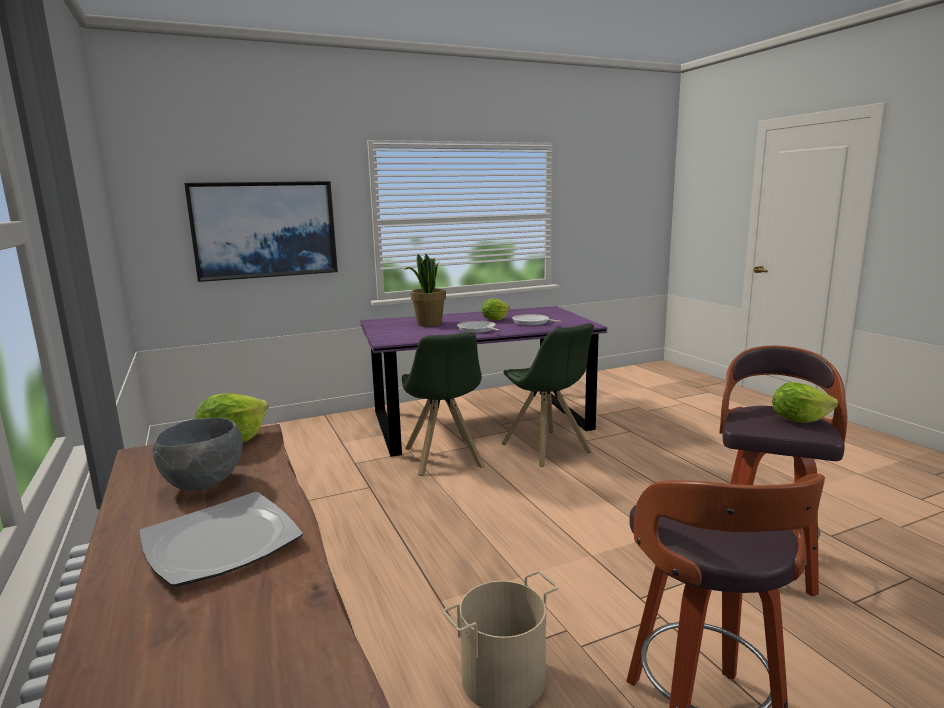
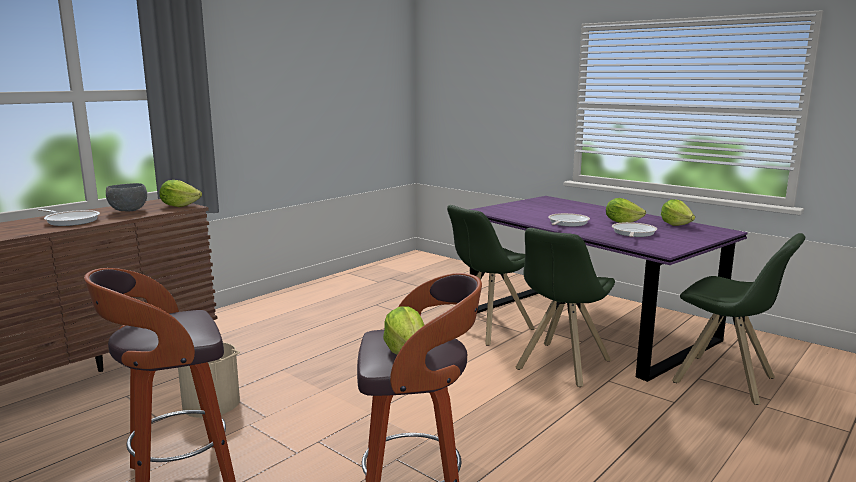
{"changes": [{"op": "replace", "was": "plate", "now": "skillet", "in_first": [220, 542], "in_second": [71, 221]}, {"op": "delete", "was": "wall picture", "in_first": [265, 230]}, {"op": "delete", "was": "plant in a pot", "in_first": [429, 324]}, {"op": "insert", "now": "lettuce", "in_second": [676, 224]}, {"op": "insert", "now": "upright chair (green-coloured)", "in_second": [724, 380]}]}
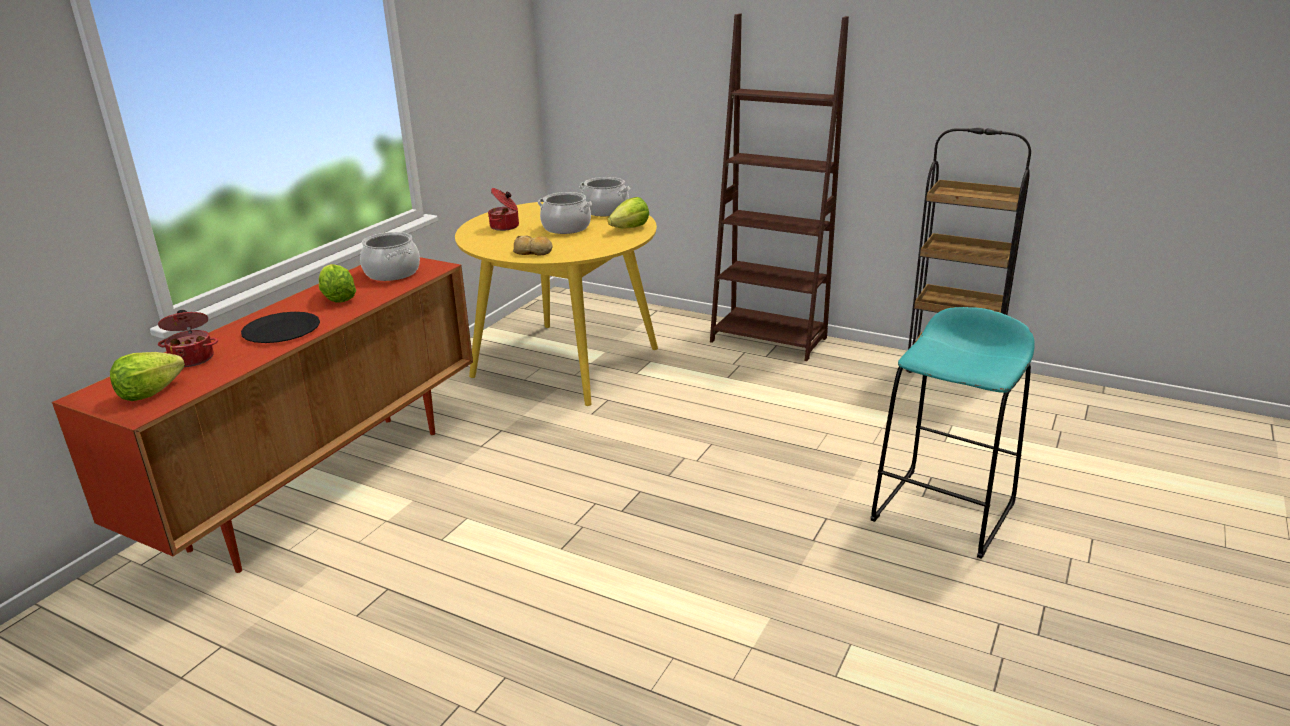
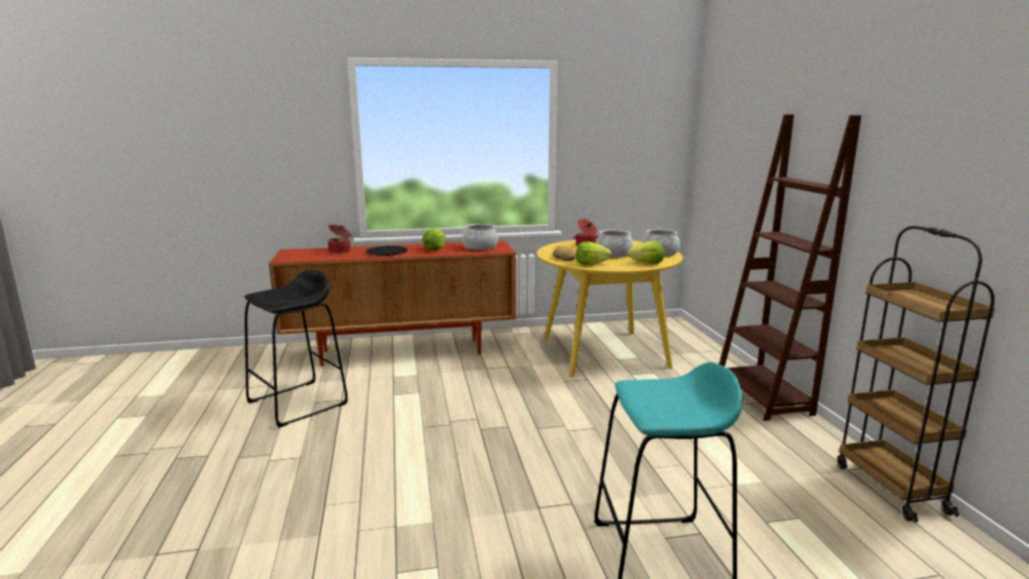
{"changes": [{"op": "move", "was": "lettuce", "in_first": [150, 393], "in_second": [591, 264]}, {"op": "insert", "now": "stool seat (blackish)", "in_second": [298, 403]}]}
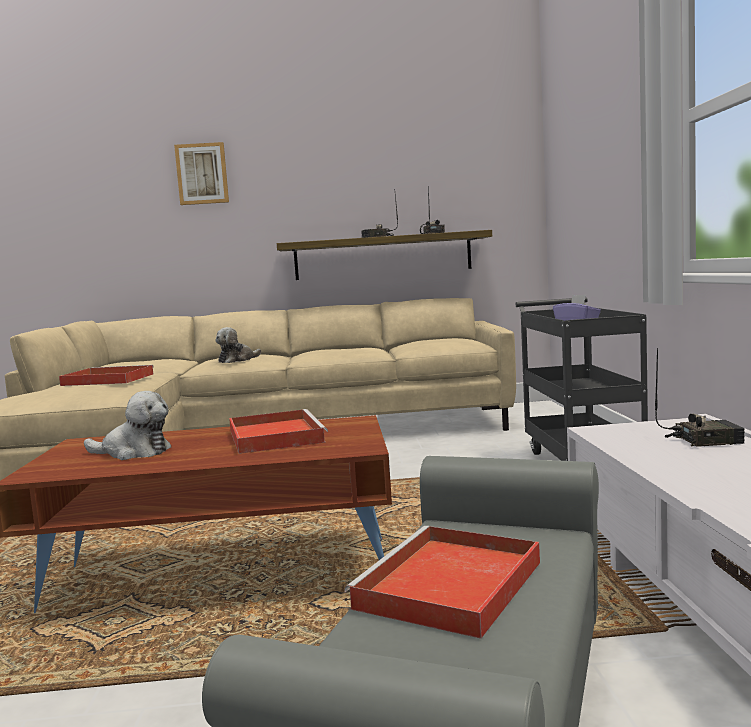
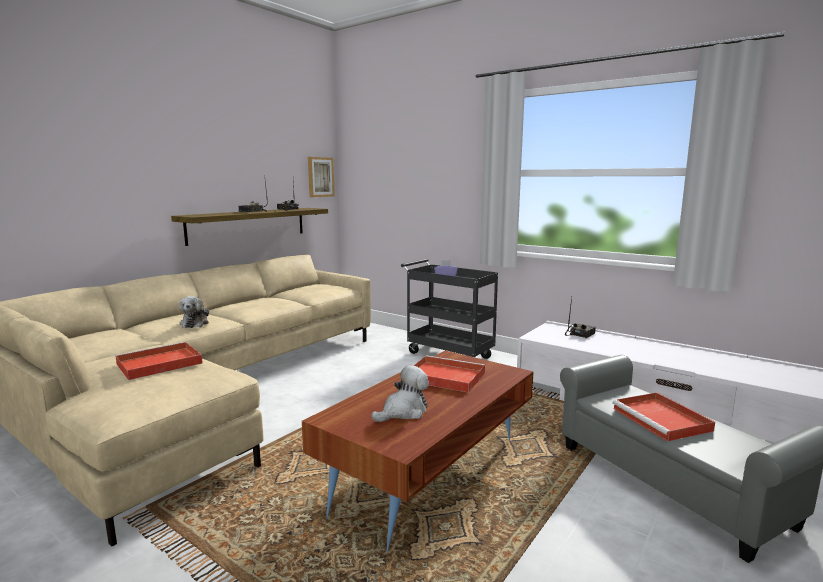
{"changes": [{"op": "move", "was": "wall picture", "in_first": [202, 174], "in_second": [320, 177]}]}
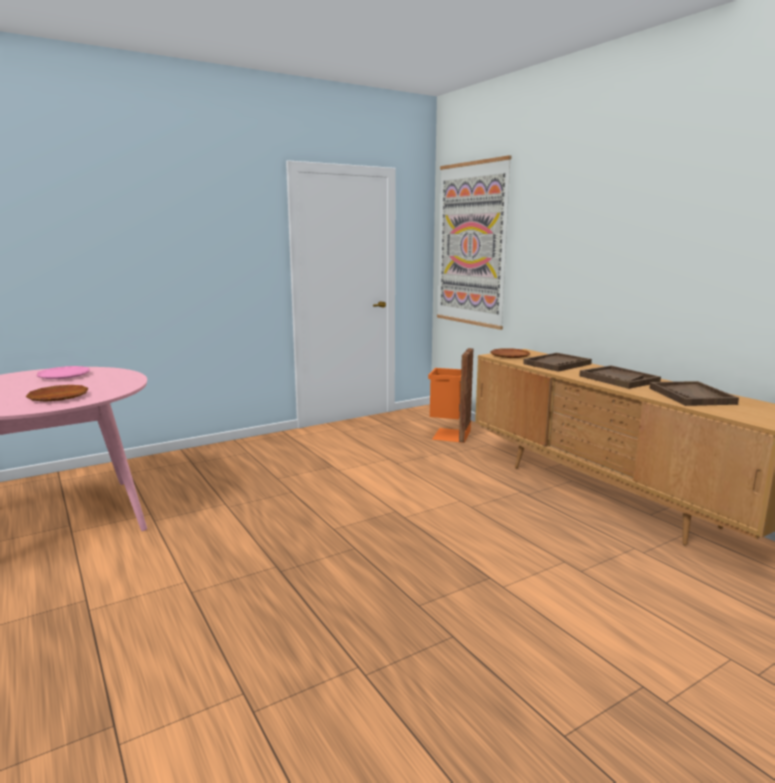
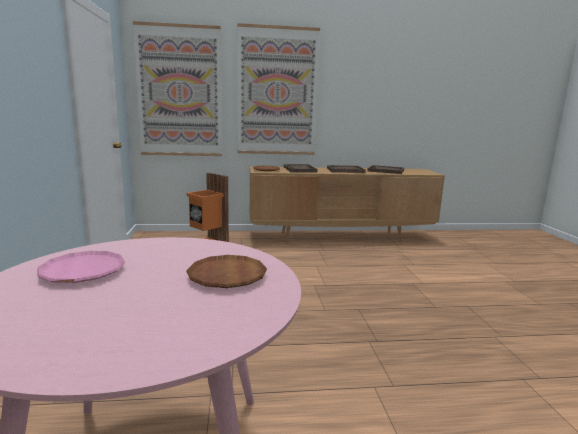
{"changes": [{"op": "insert", "now": "wall picture", "in_second": [277, 92]}]}
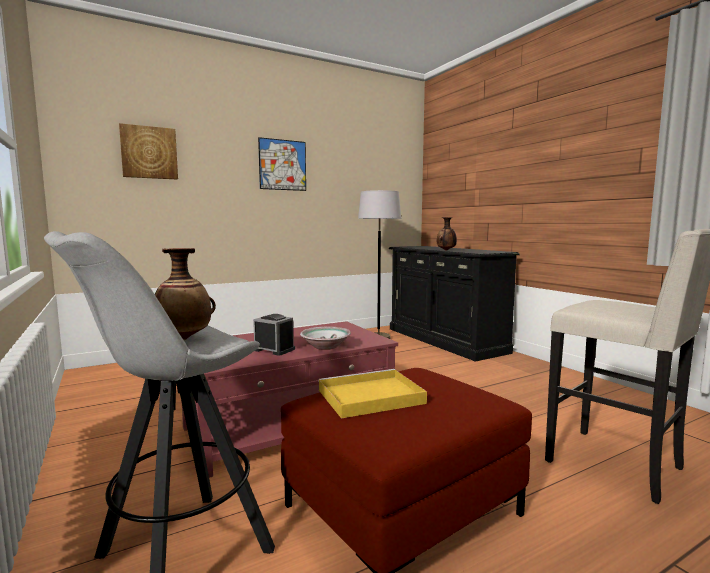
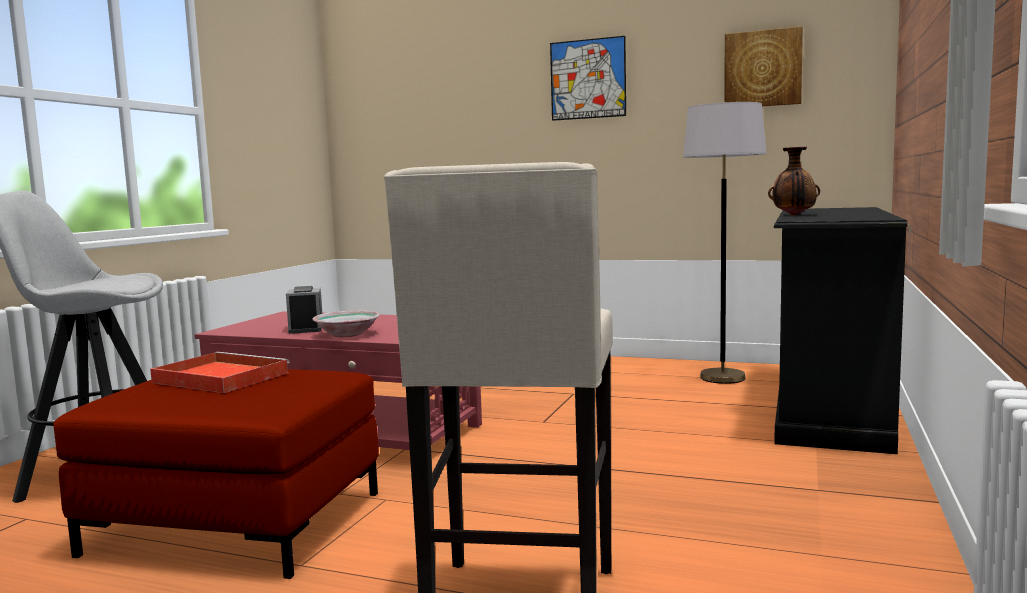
{"changes": [{"op": "move", "was": "wall picture", "in_first": [149, 152], "in_second": [762, 69]}, {"op": "delete", "was": "flower vase", "in_first": [183, 339]}, {"op": "recolor", "was": "carrying tray (yellowish)", "now": "carrying tray (reddish)", "in_first": [368, 397], "in_second": [218, 377]}]}
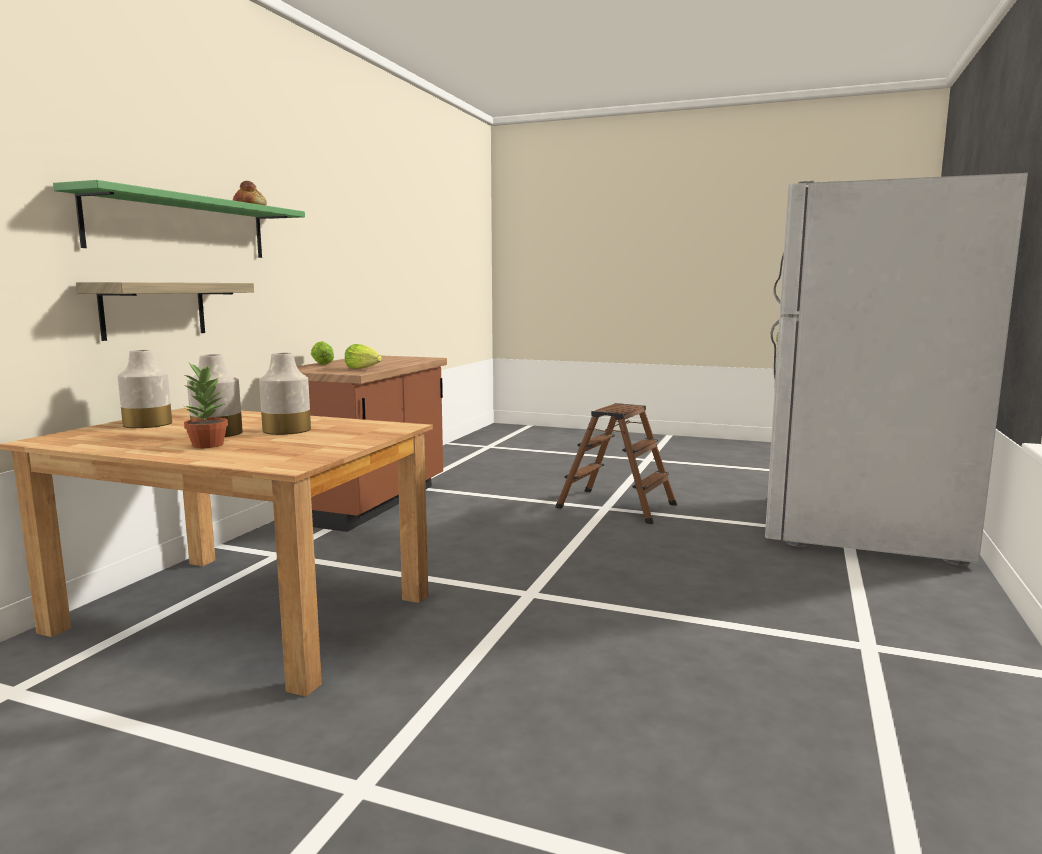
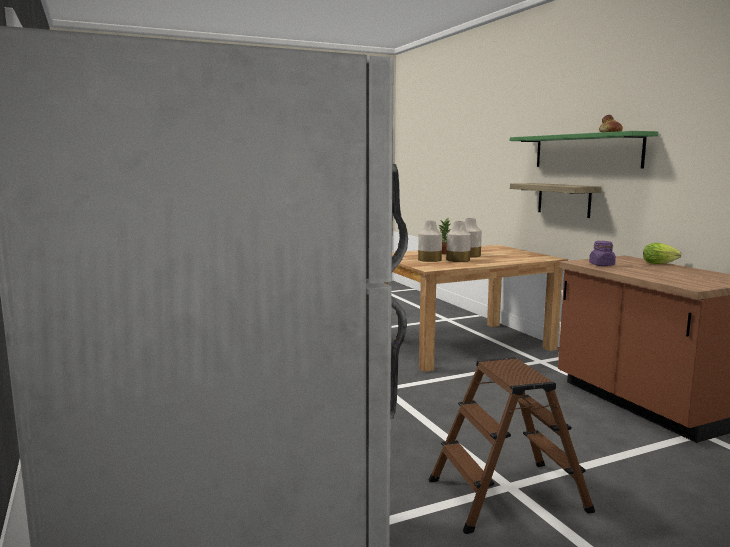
{"changes": [{"op": "move", "was": "flower vase (beige-coloured)", "in_first": [147, 424], "in_second": [429, 259]}, {"op": "replace", "was": "lettuce", "now": "jar (purple-coloured)", "in_first": [364, 369], "in_second": [601, 265]}]}
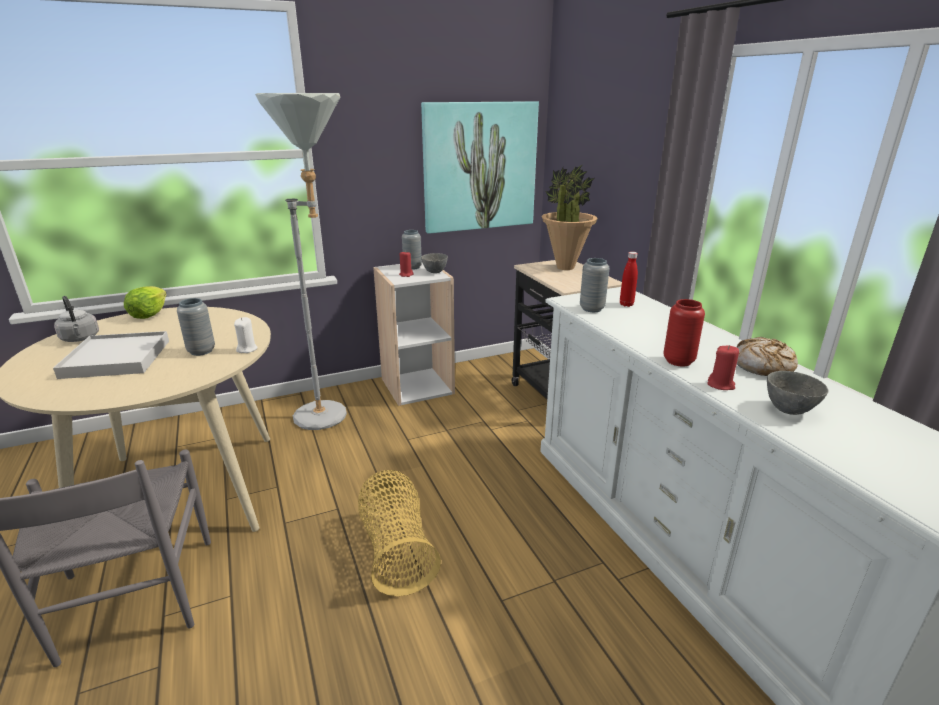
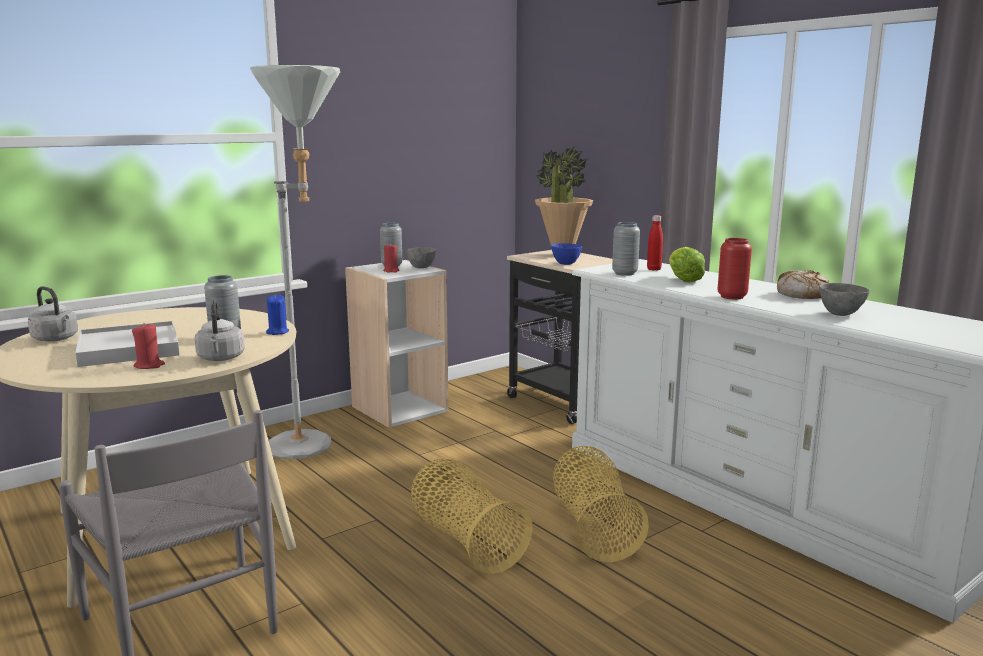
{"changes": [{"op": "move", "was": "lettuce", "in_first": [149, 315], "in_second": [683, 280]}, {"op": "recolor", "was": "candle (whitish)", "now": "candle (blue-coloured)", "in_first": [247, 349], "in_second": [277, 332]}, {"op": "delete", "was": "wall picture", "in_first": [479, 167]}, {"op": "move", "was": "candle (reddish)", "in_first": [721, 385], "in_second": [149, 366]}, {"op": "insert", "now": "kettle (gray)", "in_second": [221, 358]}, {"op": "insert", "now": "serving bowl (blue-coloured)", "in_second": [565, 263]}, {"op": "insert", "now": "basket", "in_second": [594, 528]}]}
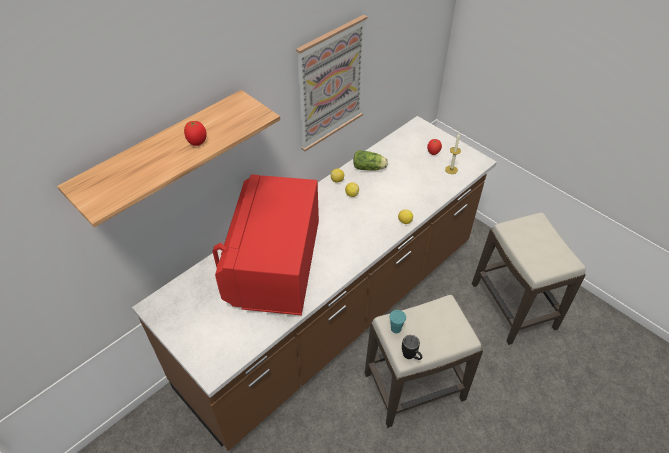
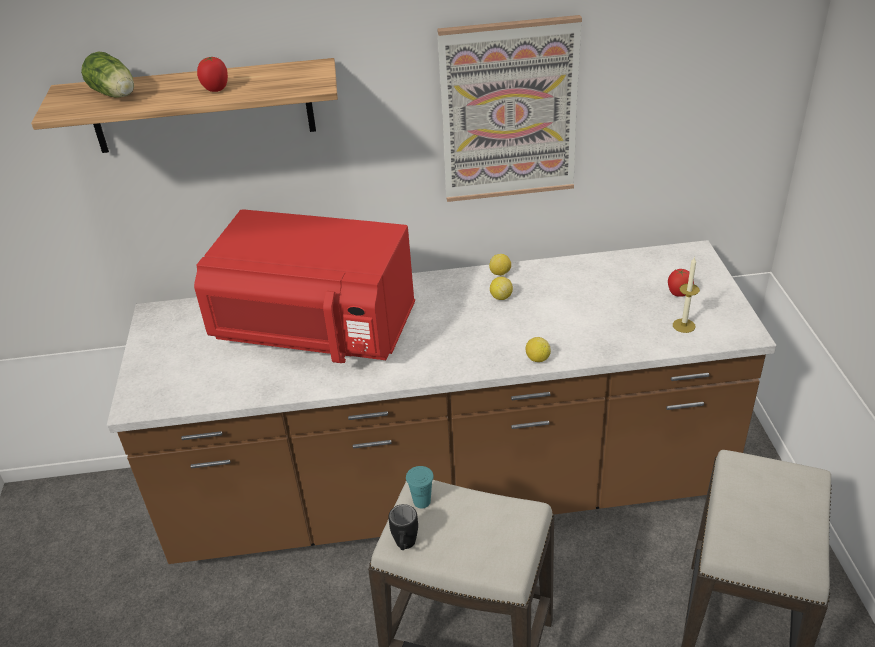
{"changes": [{"op": "rotate", "was": "microwave (reddish)", "in_first": [273, 265], "in_second": [317, 332], "clockwise": -120}, {"op": "move", "was": "lettuce", "in_first": [370, 168], "in_second": [115, 95]}]}
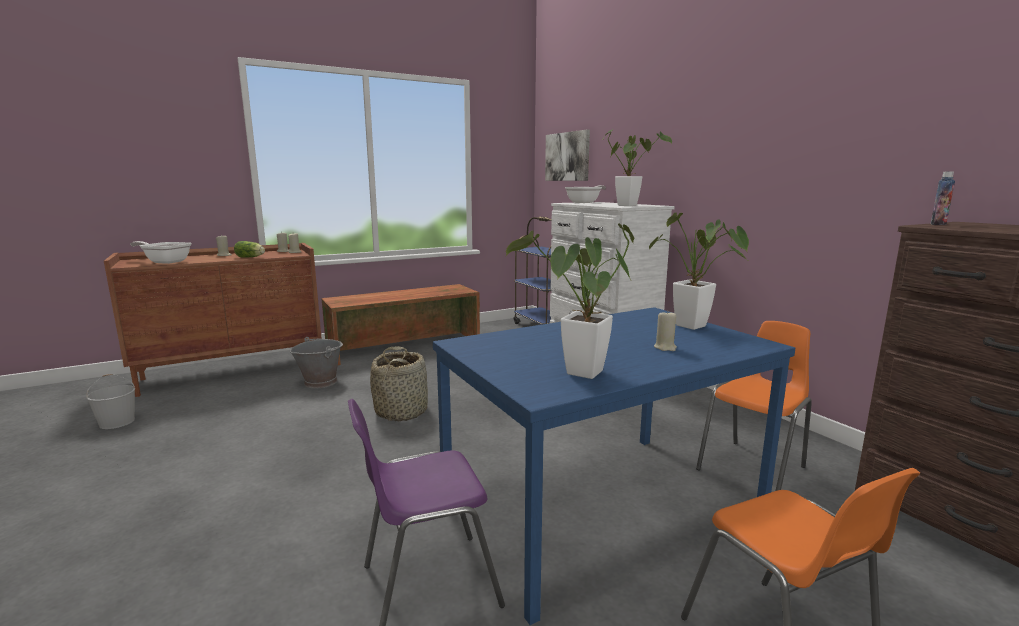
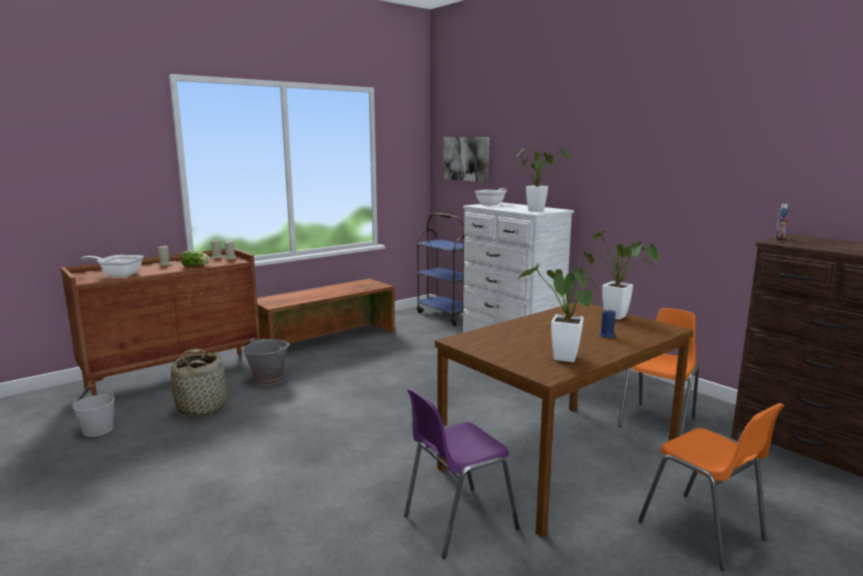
{"changes": [{"op": "move", "was": "basket", "in_first": [401, 411], "in_second": [202, 407]}, {"op": "recolor", "was": "kitchen table (blue-coloured)", "now": "kitchen table (brown)", "in_first": [602, 510], "in_second": [560, 461]}, {"op": "recolor", "was": "candle (beige-coloured)", "now": "candle (blue-coloured)", "in_first": [665, 347], "in_second": [607, 335]}]}
